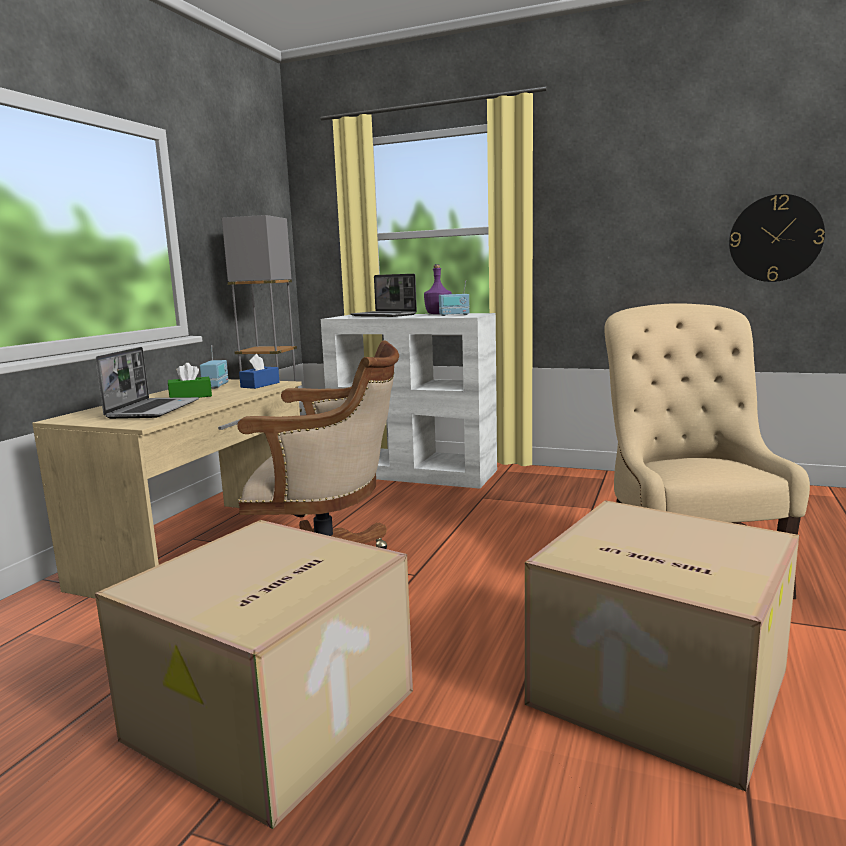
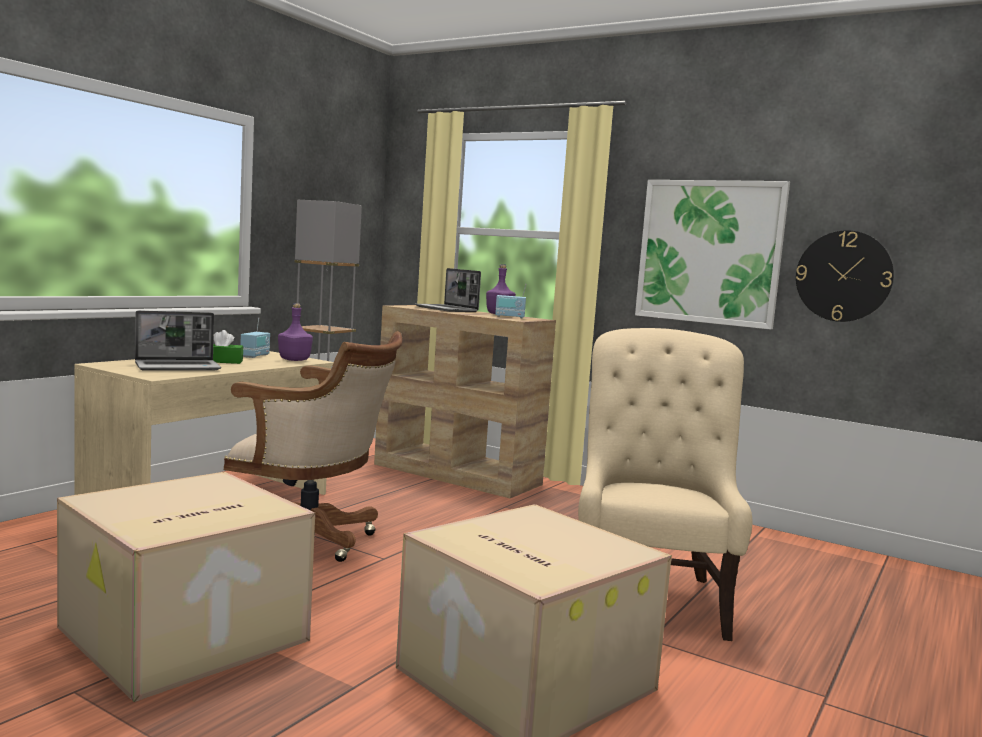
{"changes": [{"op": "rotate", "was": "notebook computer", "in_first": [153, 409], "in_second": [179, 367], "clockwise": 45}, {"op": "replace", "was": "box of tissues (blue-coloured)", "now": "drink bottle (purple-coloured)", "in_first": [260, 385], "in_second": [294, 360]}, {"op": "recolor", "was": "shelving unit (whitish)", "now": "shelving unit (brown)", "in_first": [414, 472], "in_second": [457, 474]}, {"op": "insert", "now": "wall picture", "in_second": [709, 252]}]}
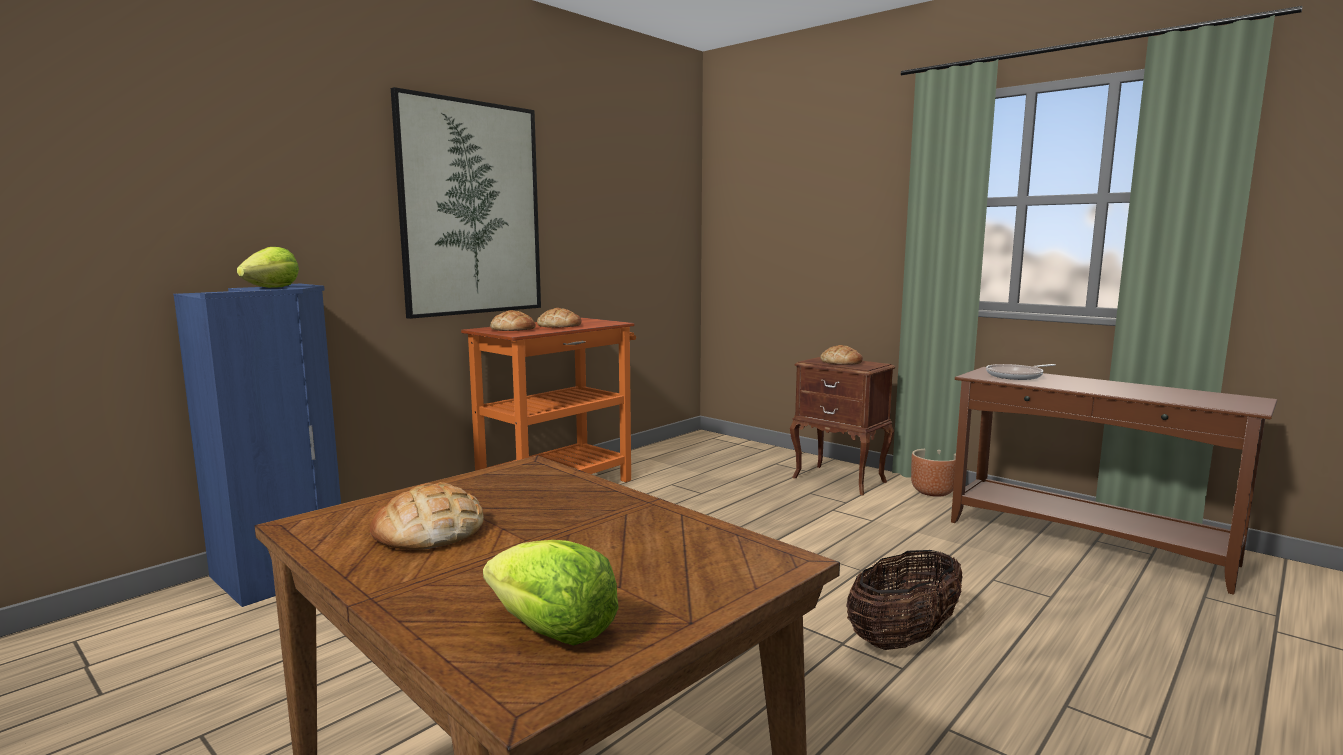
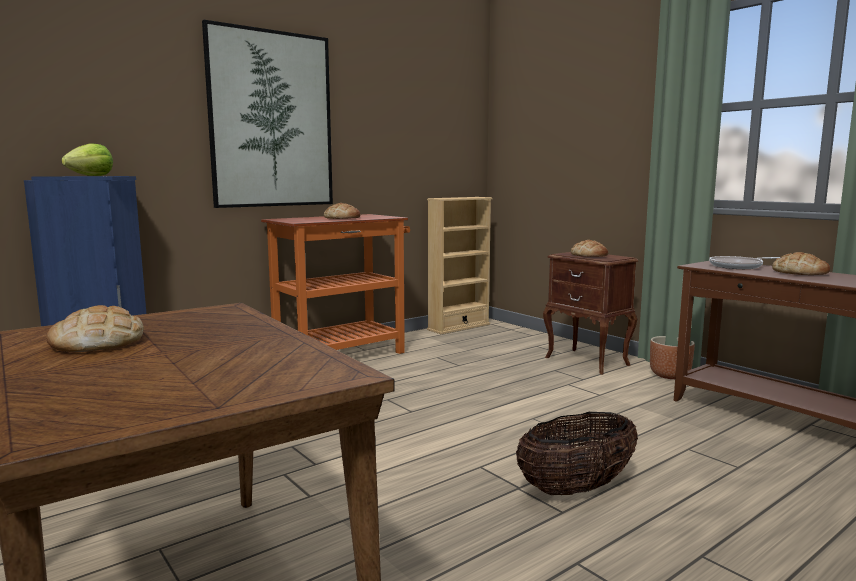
{"changes": [{"op": "delete", "was": "lettuce", "in_first": [551, 631]}, {"op": "move", "was": "baked bread", "in_first": [513, 329], "in_second": [799, 272]}, {"op": "insert", "now": "shelving unit (beige-coloured)", "in_second": [458, 327]}]}
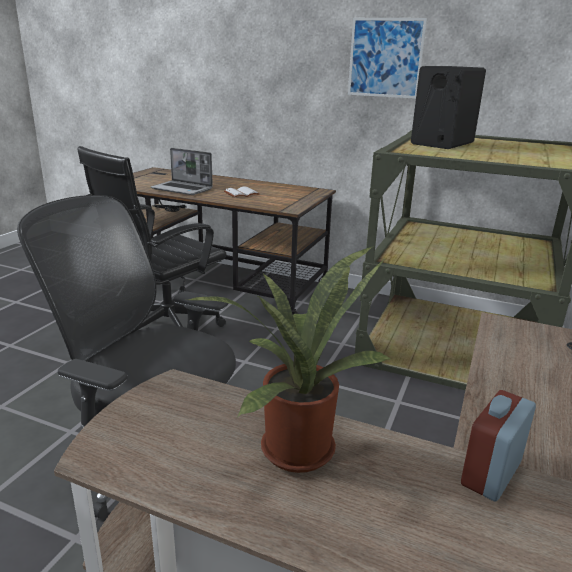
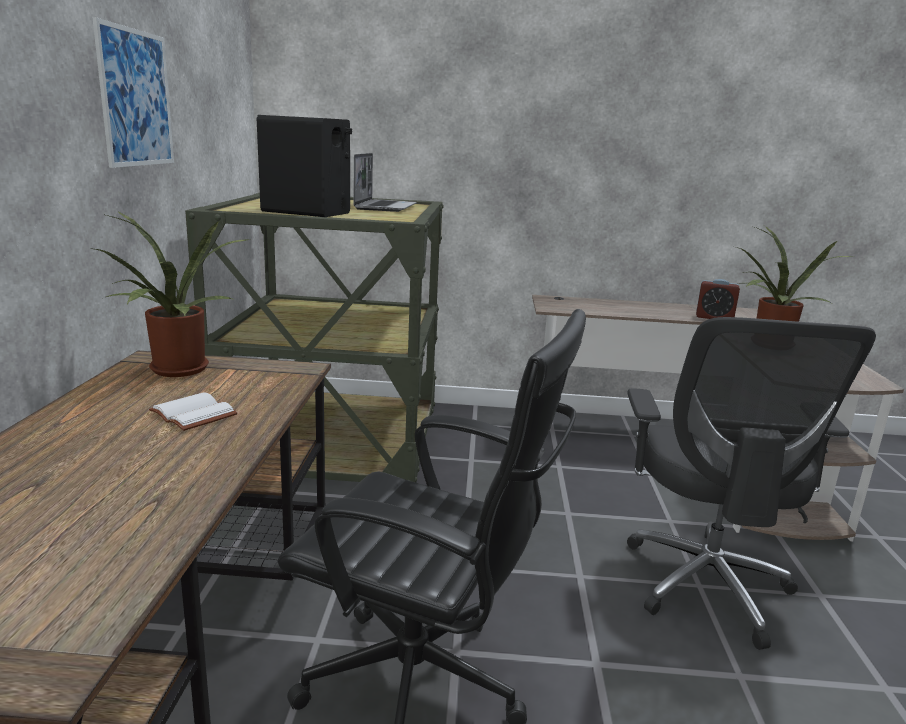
{"changes": [{"op": "move", "was": "notebook computer", "in_first": [183, 189], "in_second": [385, 207]}, {"op": "insert", "now": "plant in a pot", "in_second": [177, 371]}]}
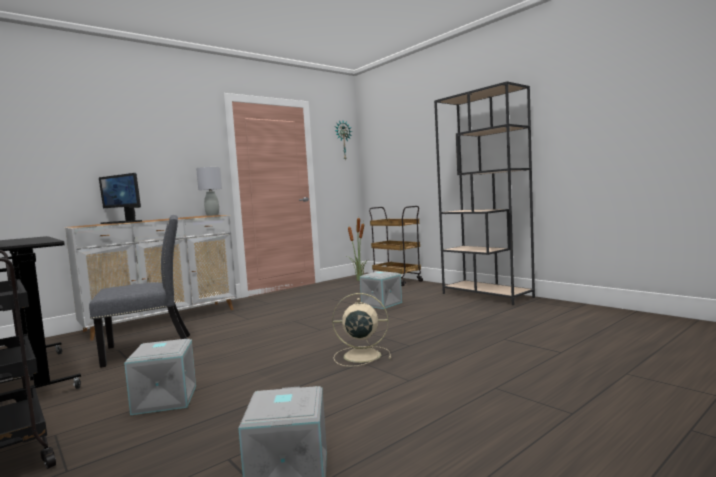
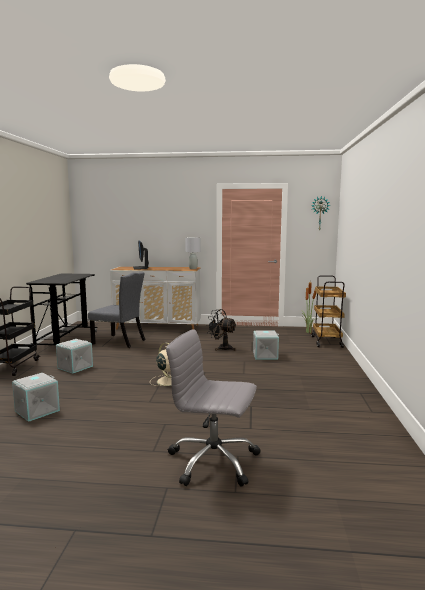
{"changes": [{"op": "delete", "was": "shelving unit", "in_first": [487, 295]}, {"op": "insert", "now": "office chair (gray)", "in_second": [213, 461]}, {"op": "insert", "now": "fan (blackish)", "in_second": [222, 348]}]}
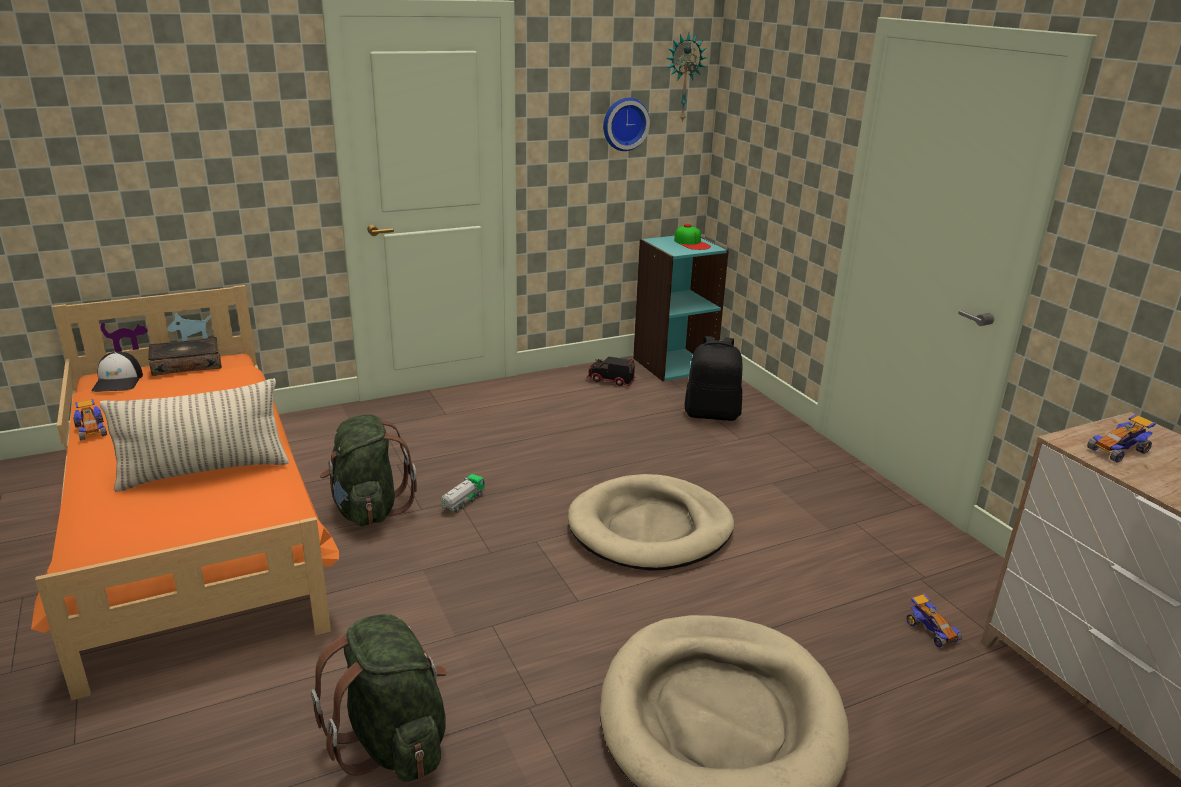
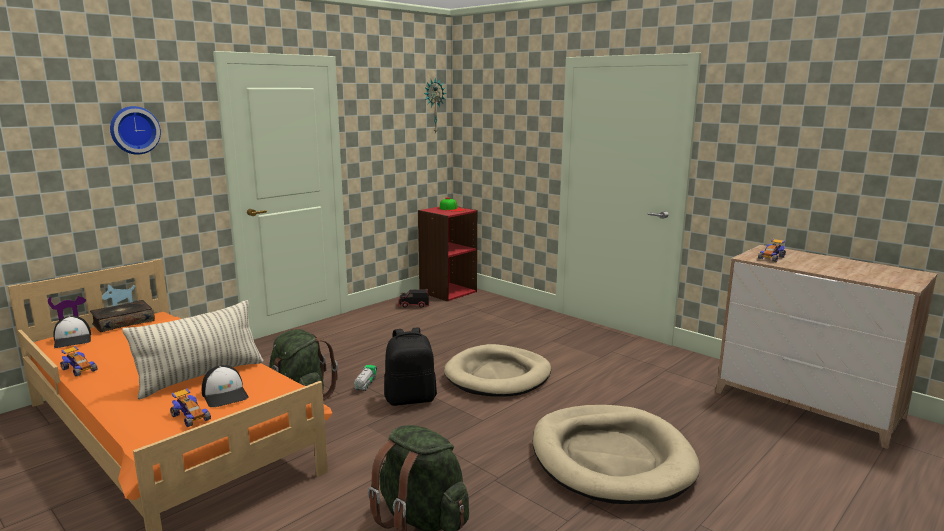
{"changes": [{"op": "move", "was": "wall clock", "in_first": [624, 123], "in_second": [134, 130]}, {"op": "recolor", "was": "shelving unit (turquoise-coloured)", "now": "shelving unit (reddish)", "in_first": [673, 364], "in_second": [447, 292]}, {"op": "move", "was": "rucksack (blackish)", "in_first": [712, 414], "in_second": [411, 399]}, {"op": "move", "was": "miniature car", "in_first": [931, 631], "in_second": [190, 417]}, {"op": "insert", "now": "baseball cap", "in_second": [225, 394]}]}
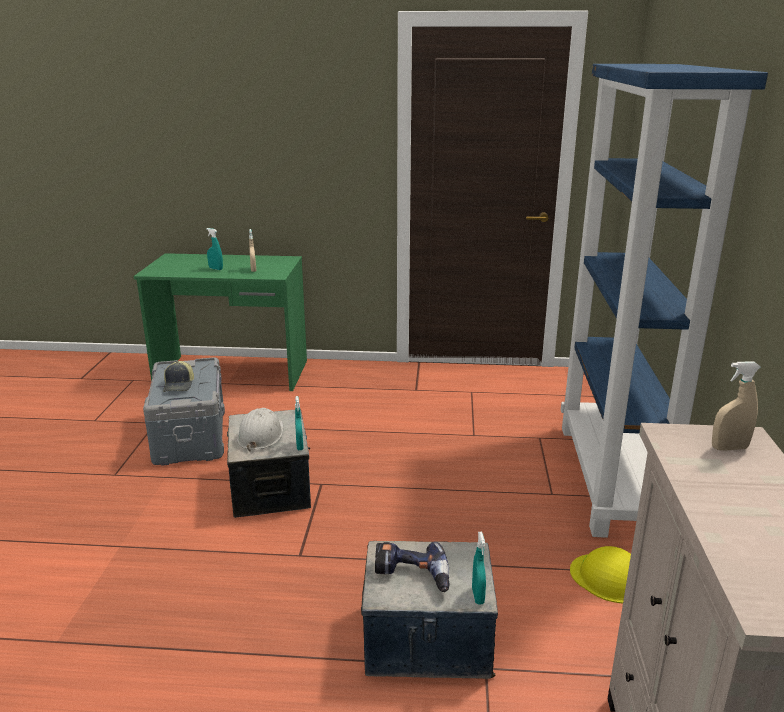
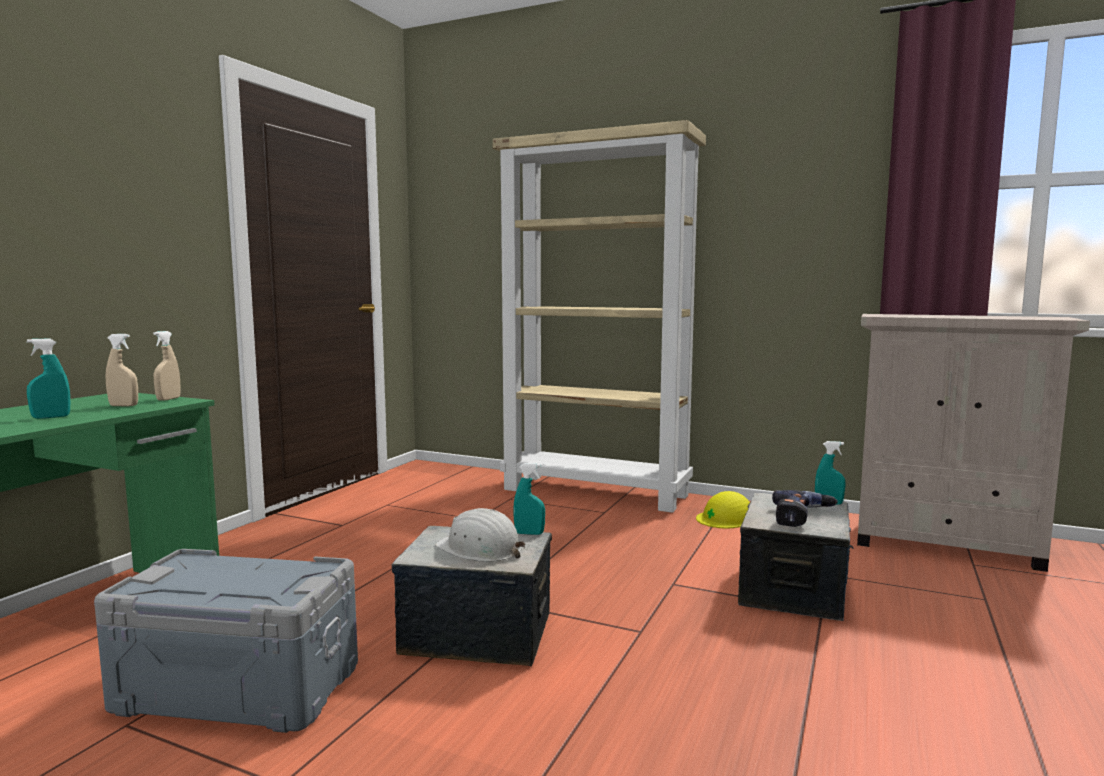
{"changes": [{"op": "delete", "was": "baseball cap", "in_first": [179, 385]}, {"op": "recolor", "was": "shelving unit (blue-coloured)", "now": "shelving unit (beige-coloured)", "in_first": [610, 478], "in_second": [597, 492]}, {"op": "move", "was": "sprayer (beige-coloured)", "in_first": [729, 448], "in_second": [168, 399]}]}
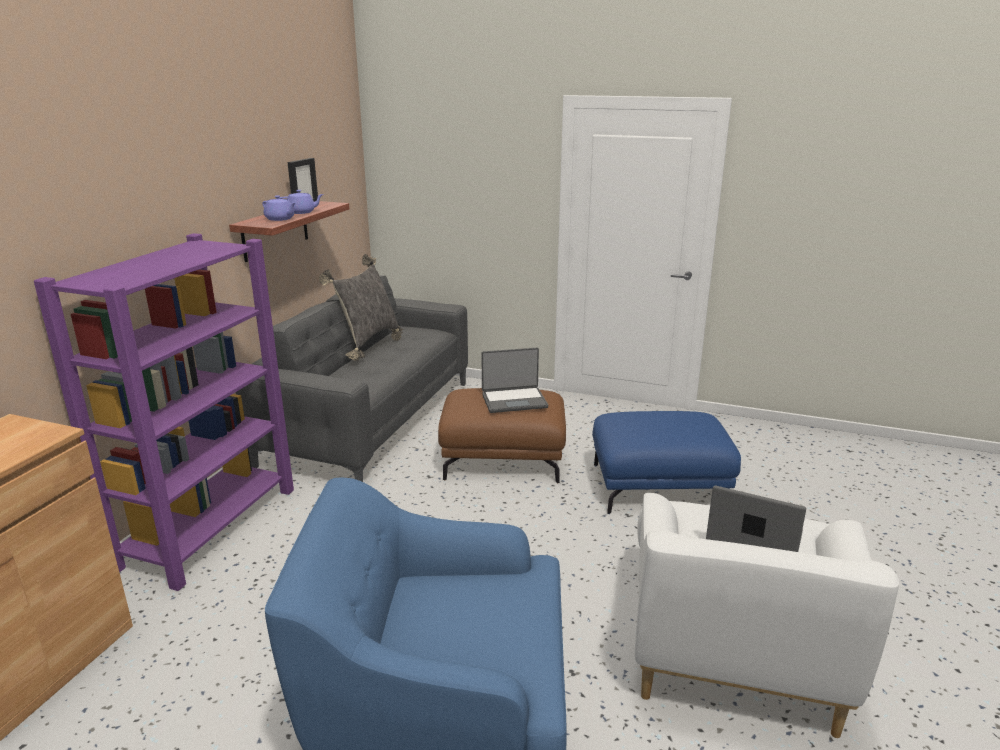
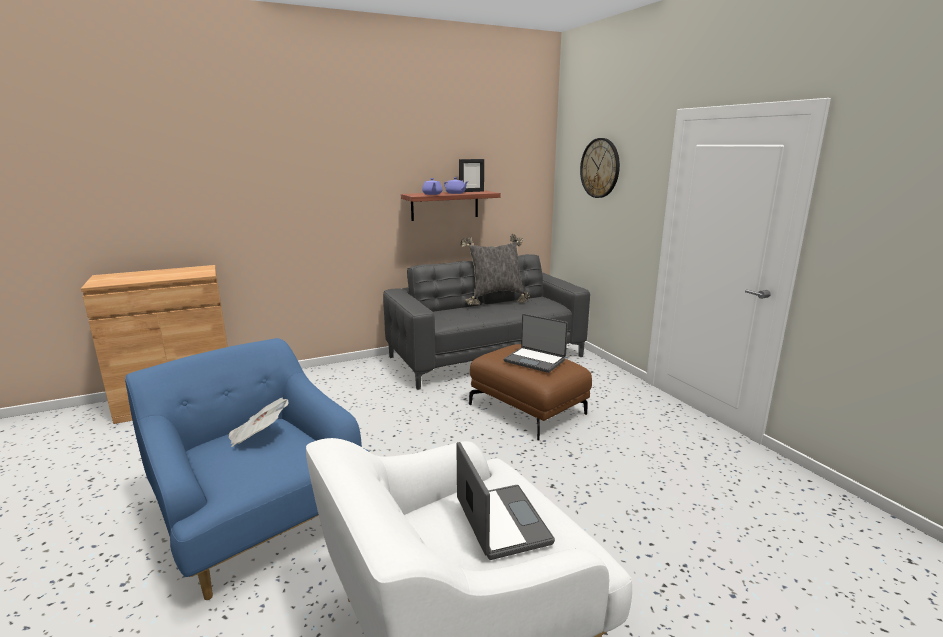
{"changes": [{"op": "delete", "was": "shelving unit (purple-coloured)", "in_first": [209, 527]}, {"op": "delete", "was": "pouffe (blue-coloured)", "in_first": [659, 486]}, {"op": "insert", "now": "daily paper", "in_second": [258, 436]}, {"op": "insert", "now": "wall clock", "in_second": [600, 168]}]}
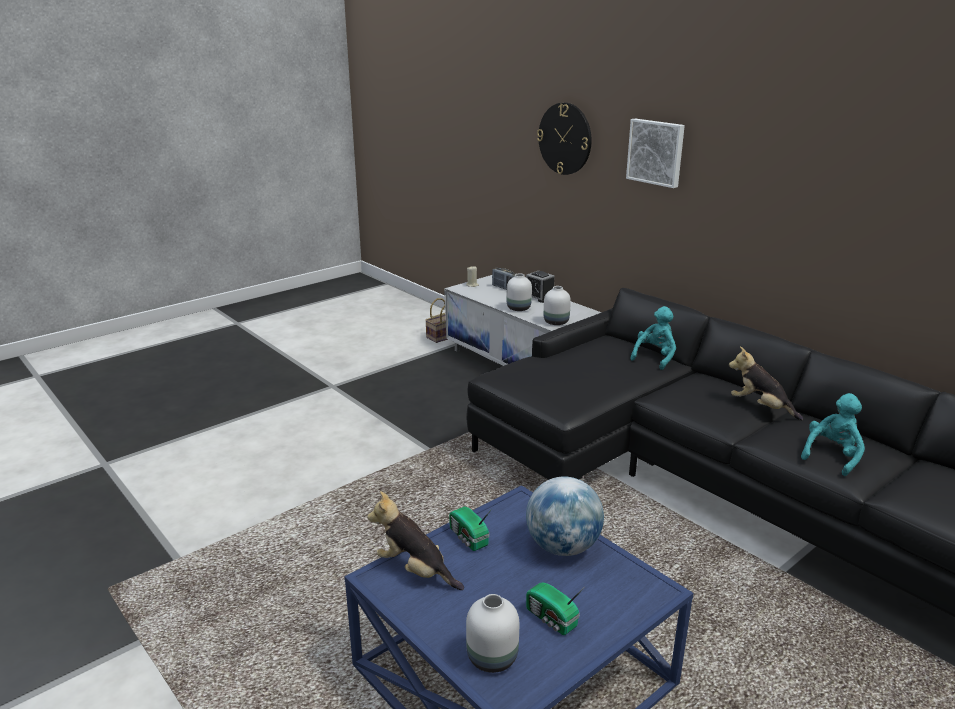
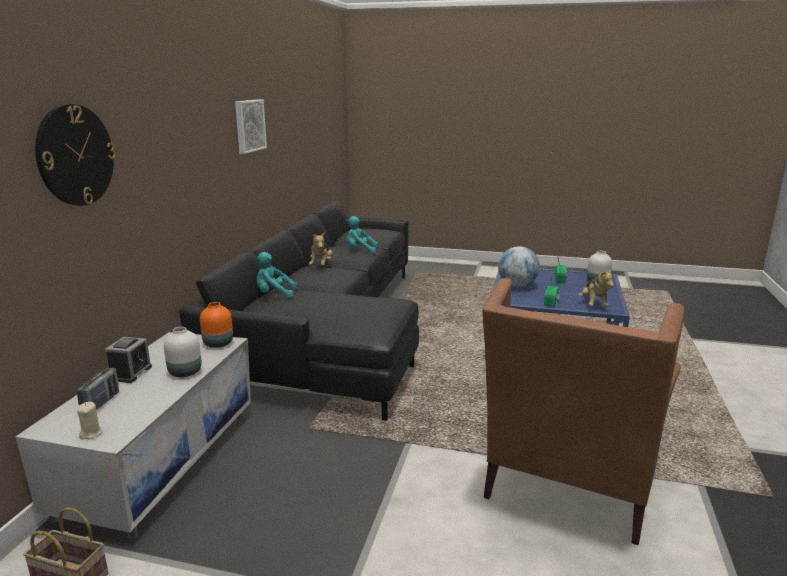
{"changes": [{"op": "recolor", "was": "flower vase (whitish)", "now": "flower vase (orangey)", "in_first": [555, 322], "in_second": [219, 344]}, {"op": "move", "was": "wall picture", "in_first": [656, 152], "in_second": [249, 125]}, {"op": "insert", "now": "lounge chair (brown)", "in_second": [568, 485]}]}
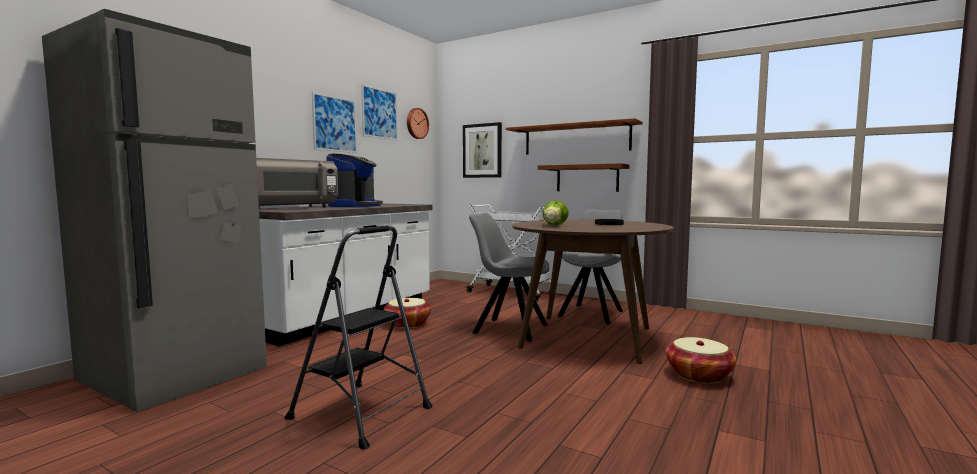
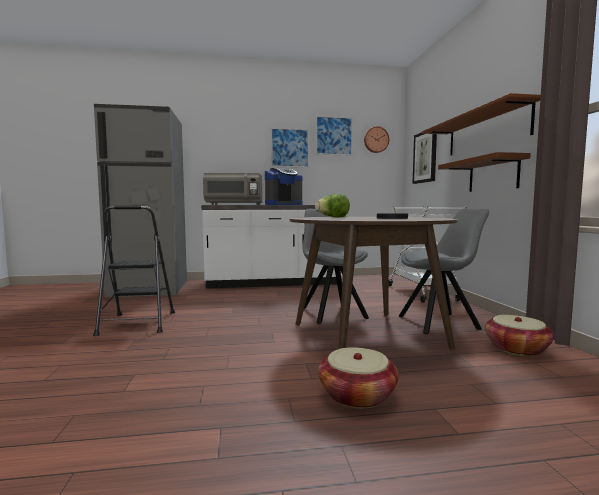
{"changes": [{"op": "move", "was": "basket", "in_first": [407, 324], "in_second": [516, 349]}]}
